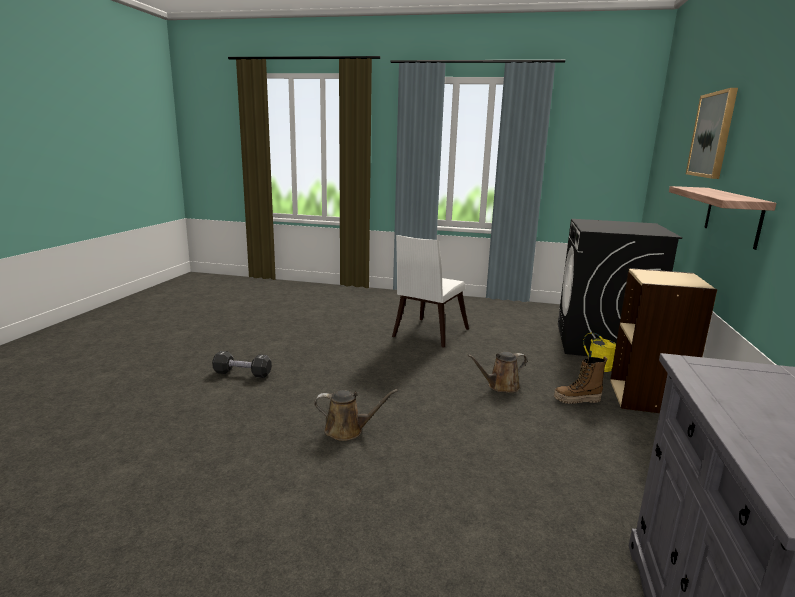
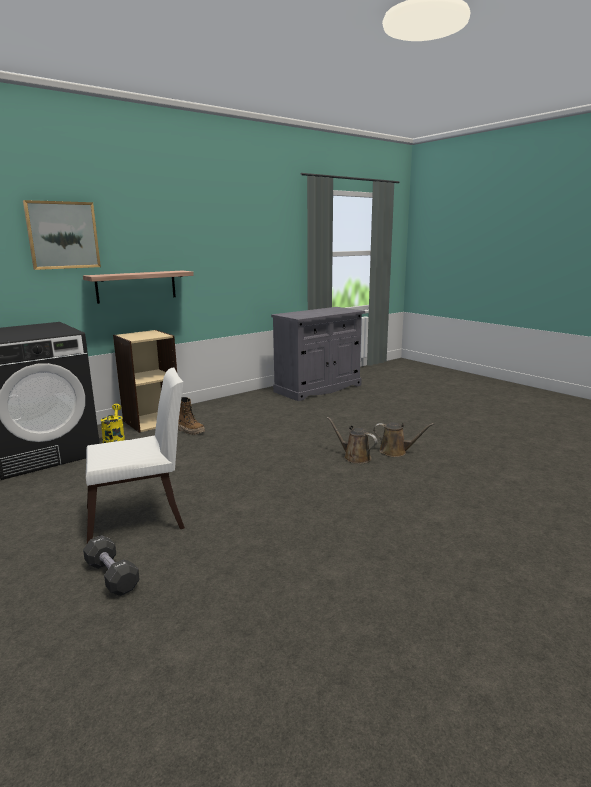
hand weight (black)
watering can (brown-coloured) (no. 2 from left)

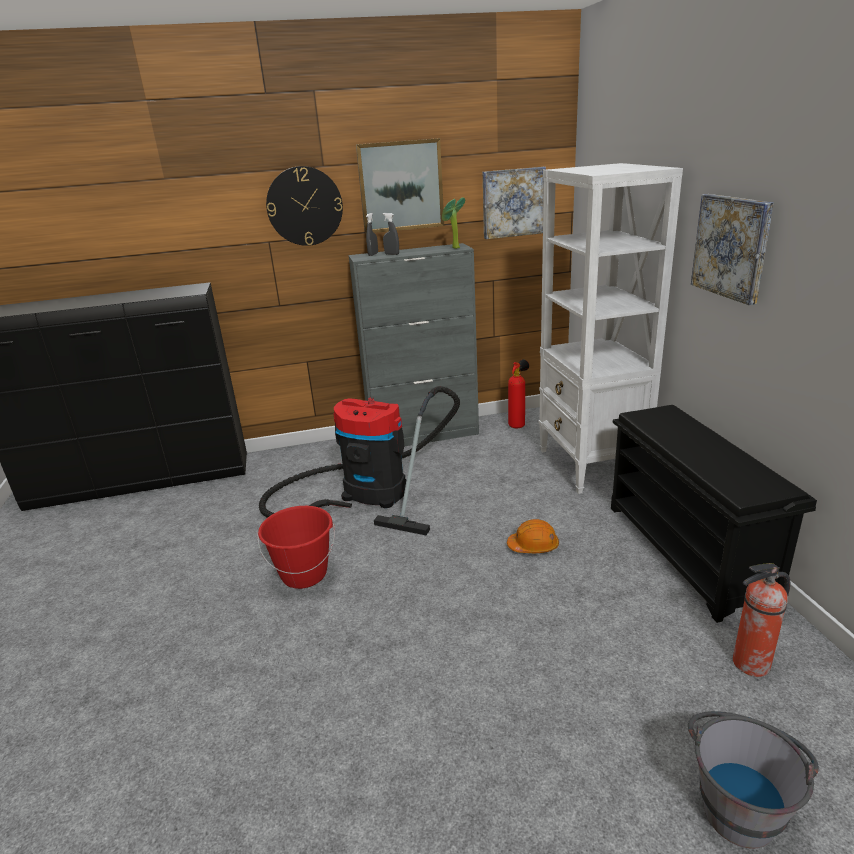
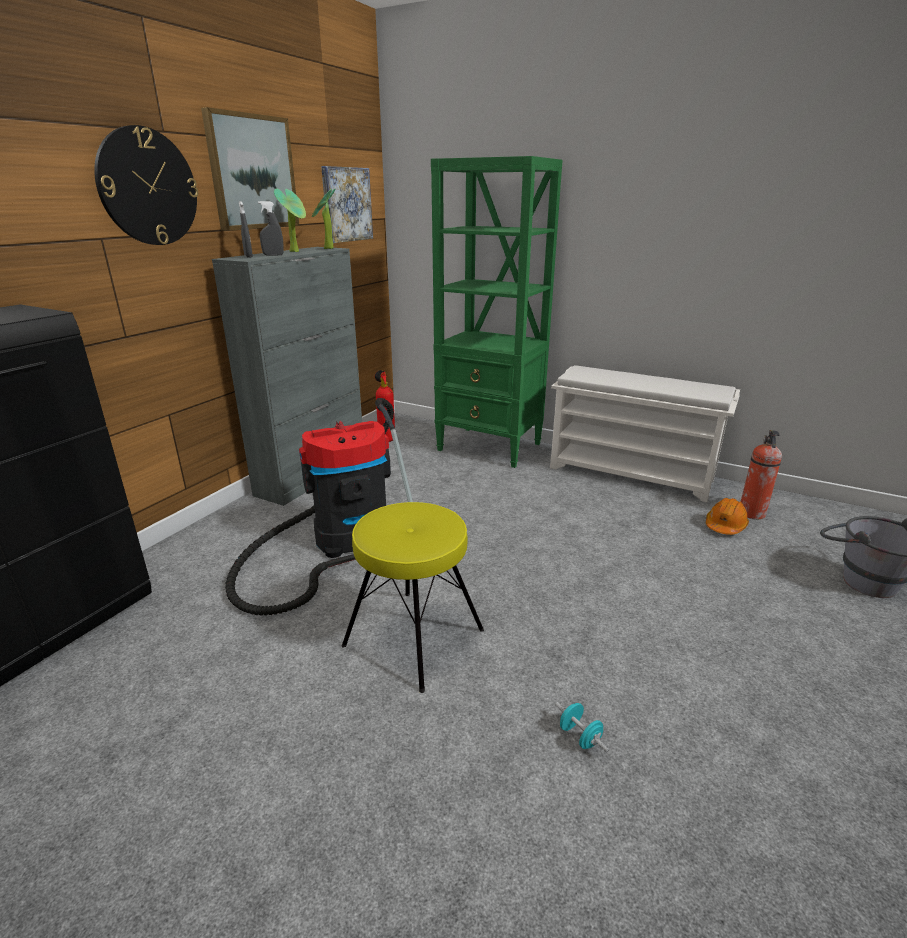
sitting stool (yellow-coloured)
hard hat (orangey)
bookshelf (green-coloured)
shoe stand (white)
picture (no. 3 from left in the first image)
potted plant (no. 1 from left)
hand weight (turquoise)

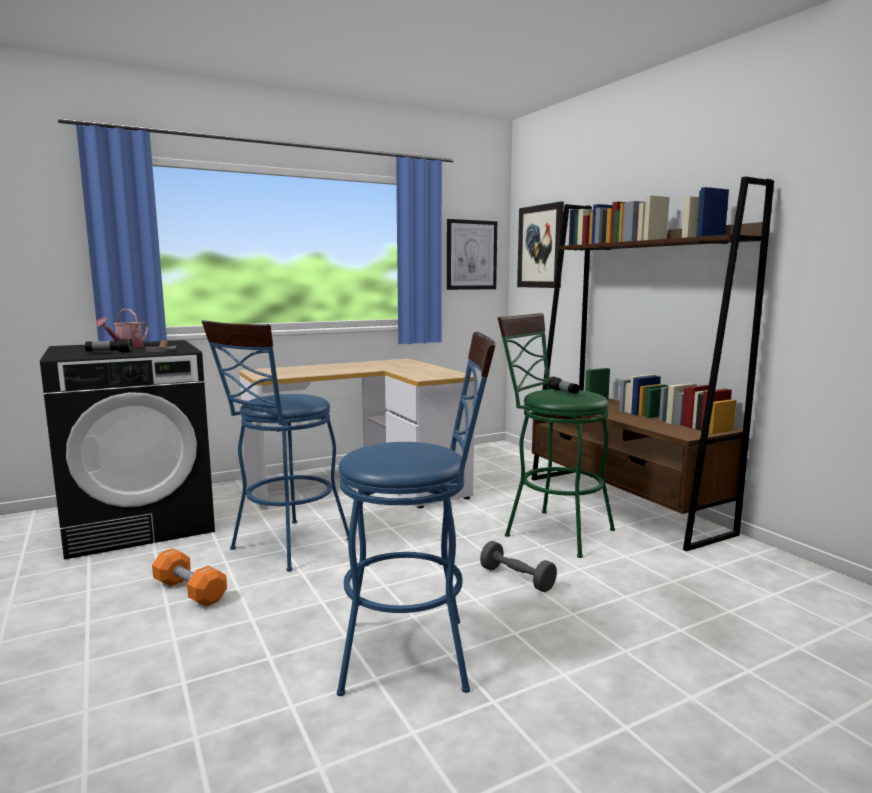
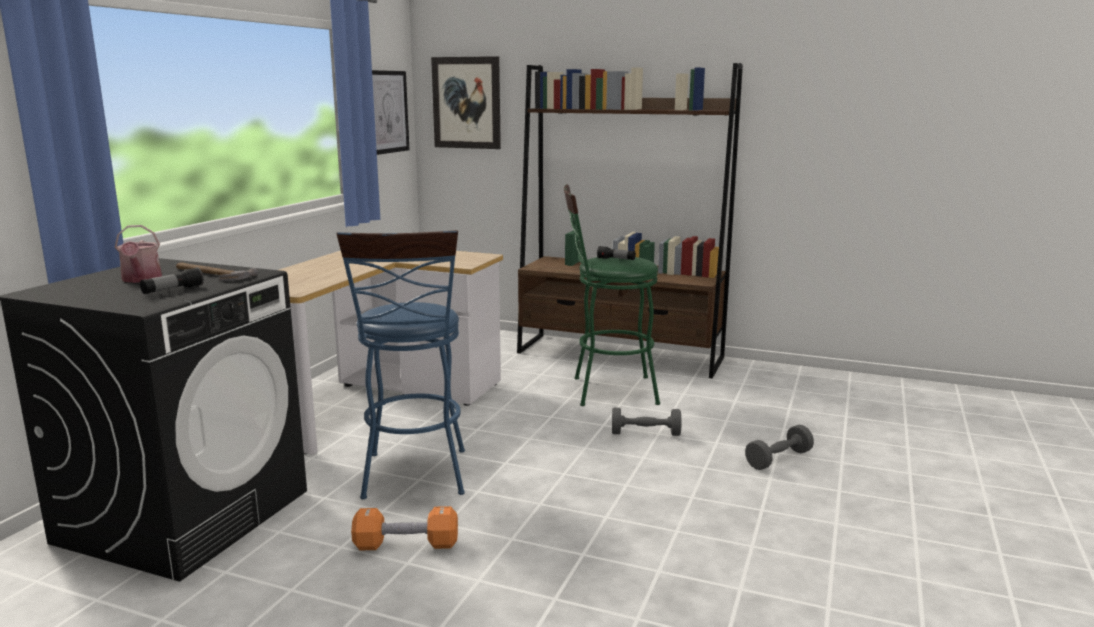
sitting stool (blue-coloured) (no. 2 from left in the first image)
hand weight (greyish) (no. 2 from left)

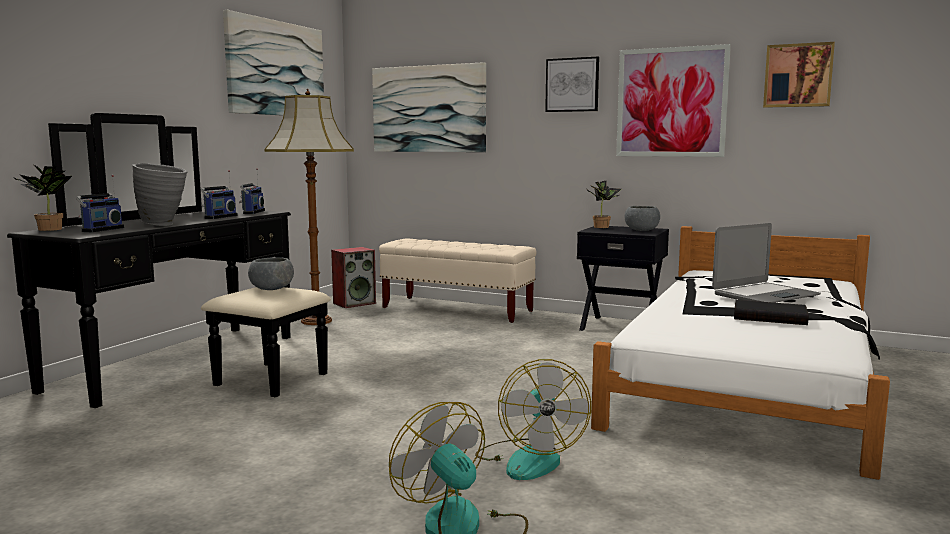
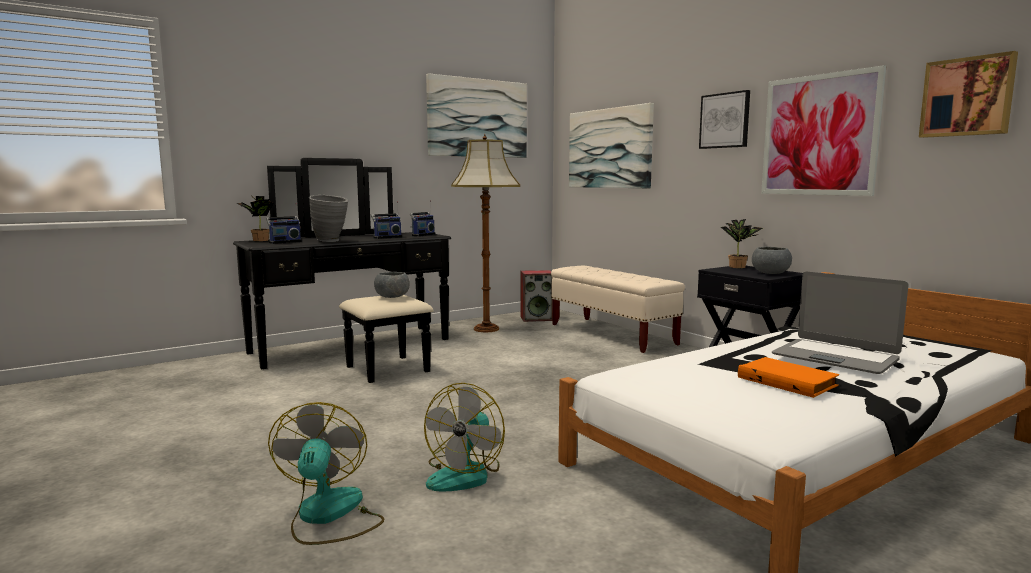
portable computer
volume (orangey)

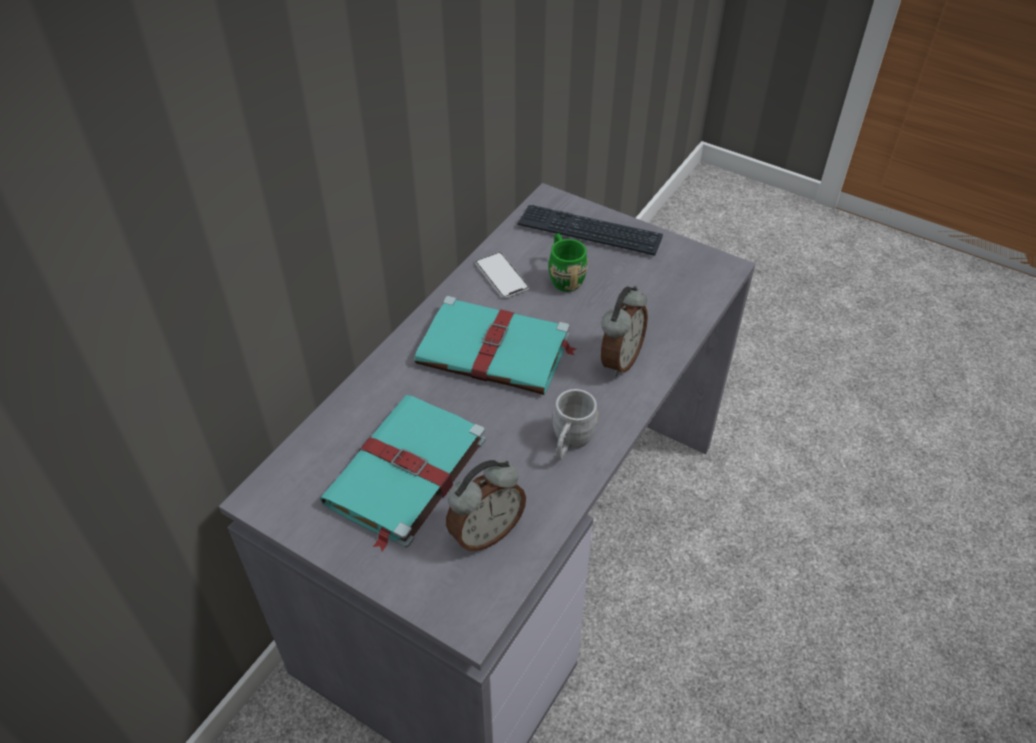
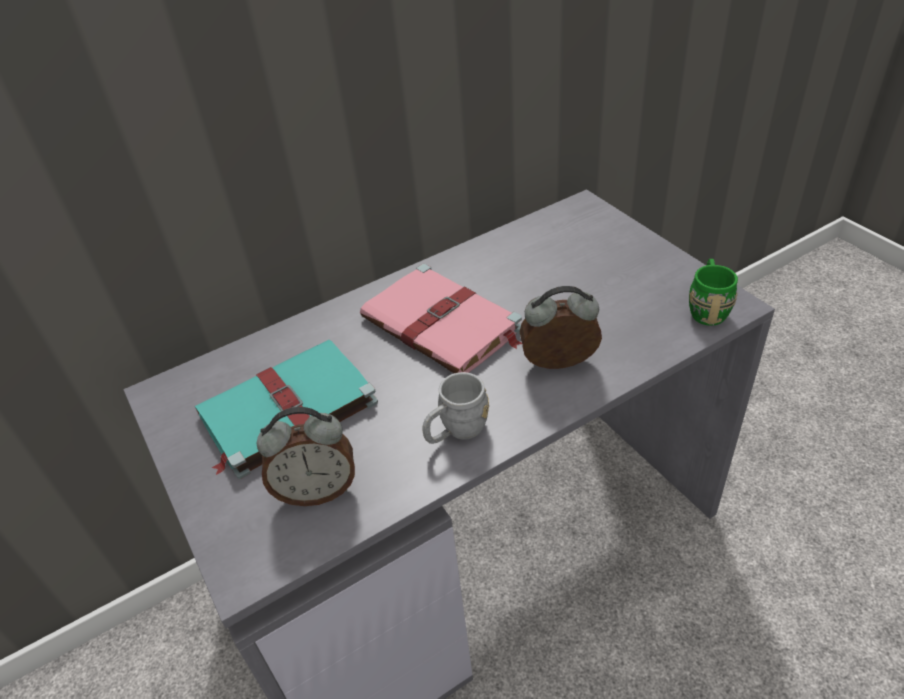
volume (pinkish)
phone
computer keyboard
tea mug (green-coloured)
table clock (no. 2 from left)

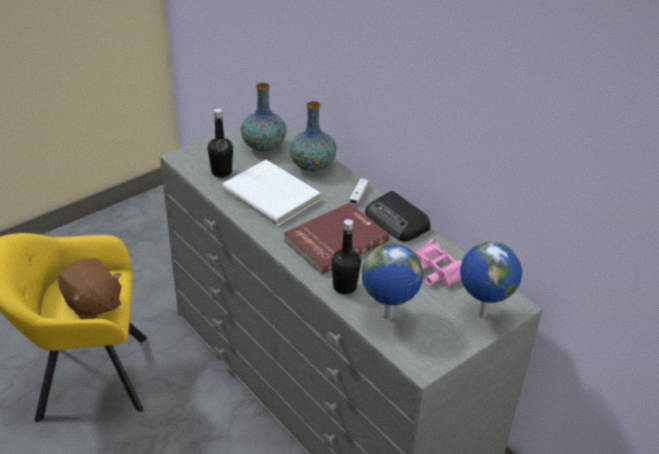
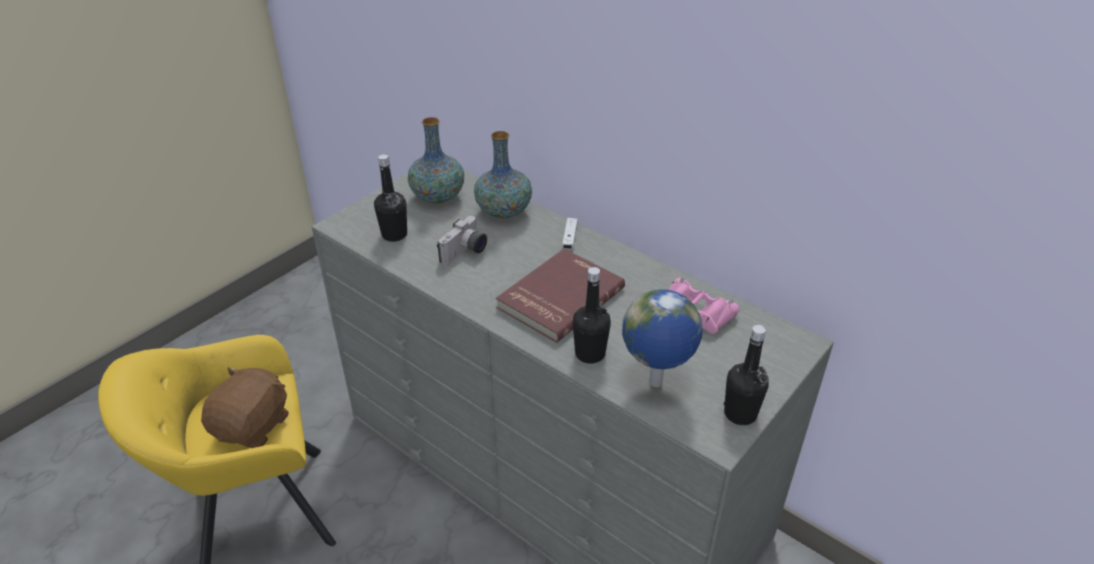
cuddly toy (brown-coloured)
still camera
radio
globe (no. 2 from left in the first image)
drink bottle (black) (no. 3 from left)

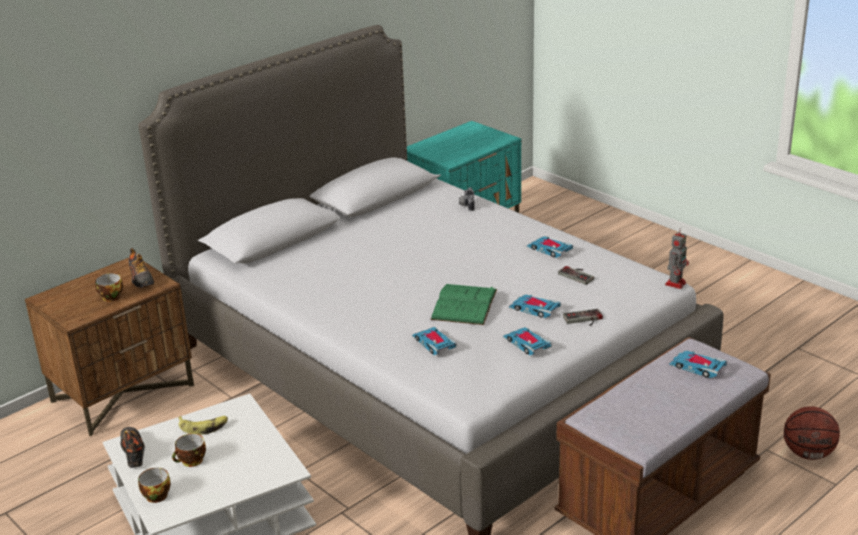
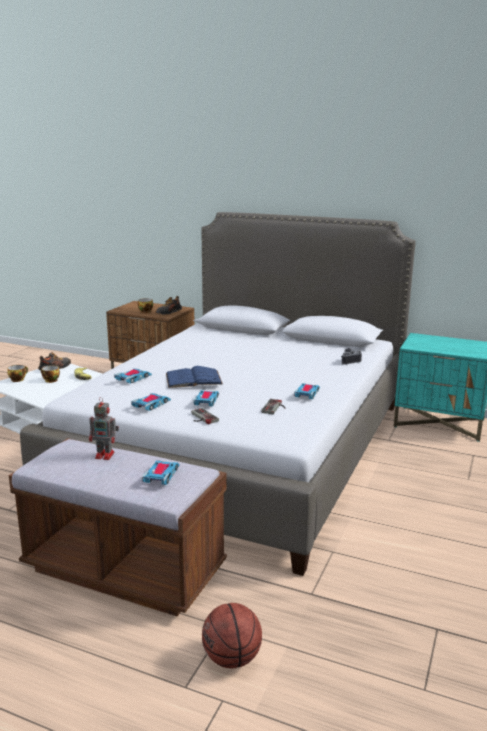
volume (blue-coloured)
toy robot

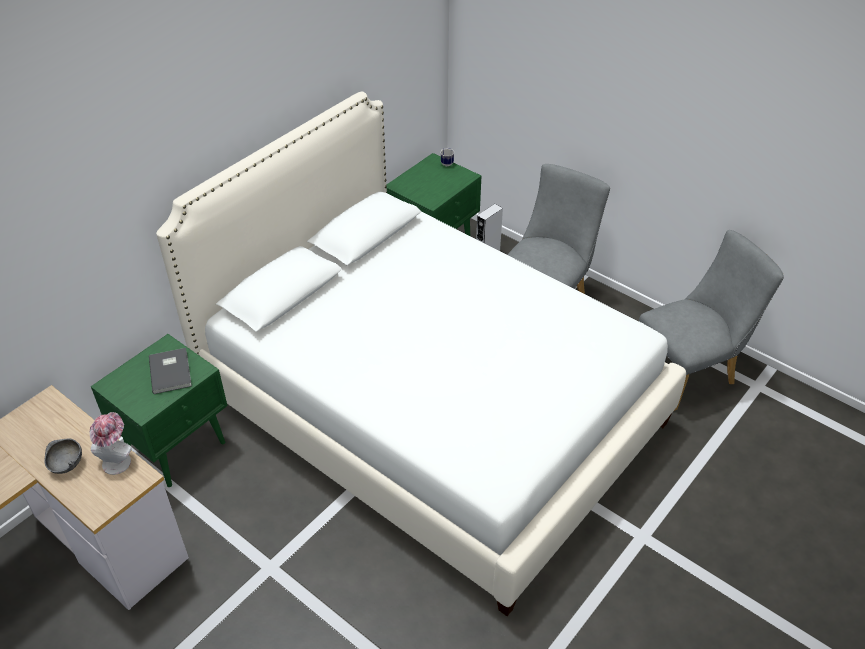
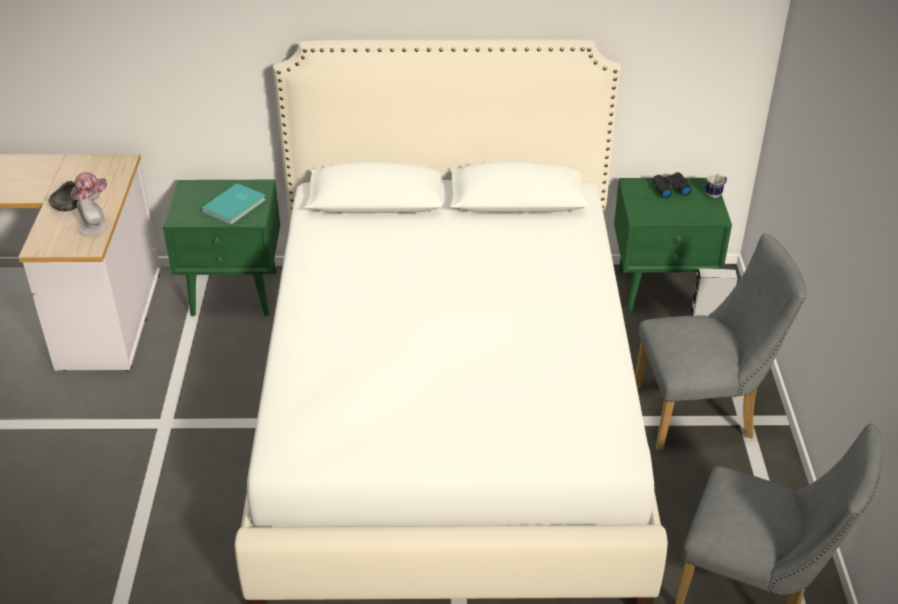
volume (turquoise)
field glasses (black)

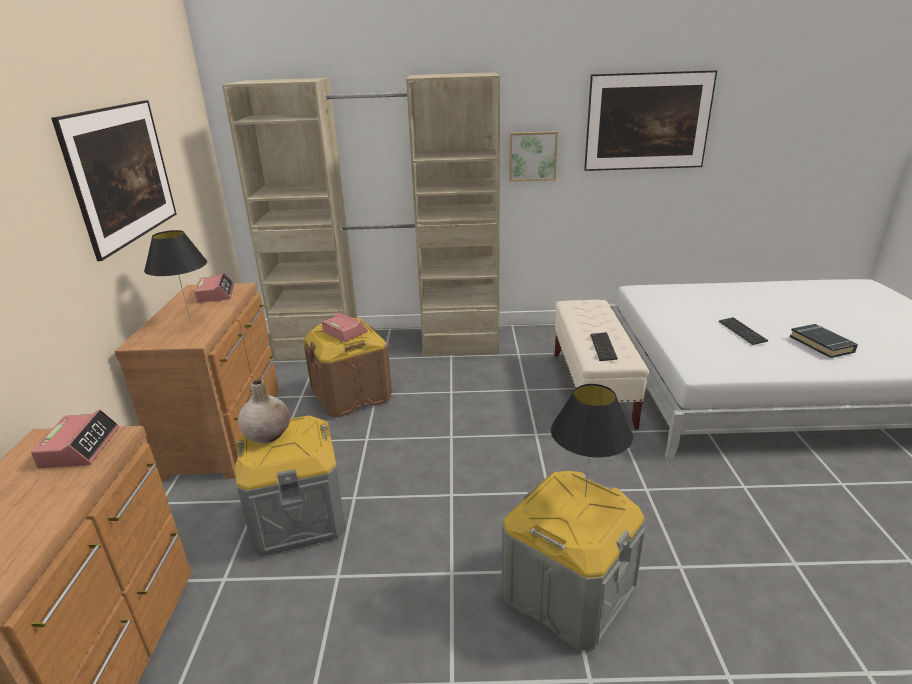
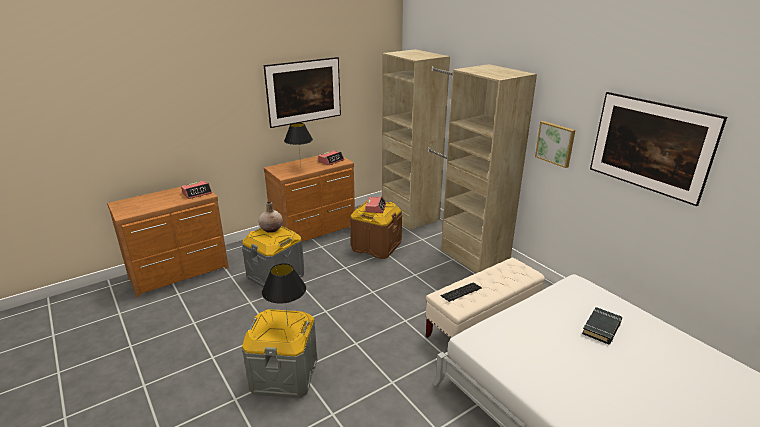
computer keyboard (no. 2 from left in the first image)
volume (black)

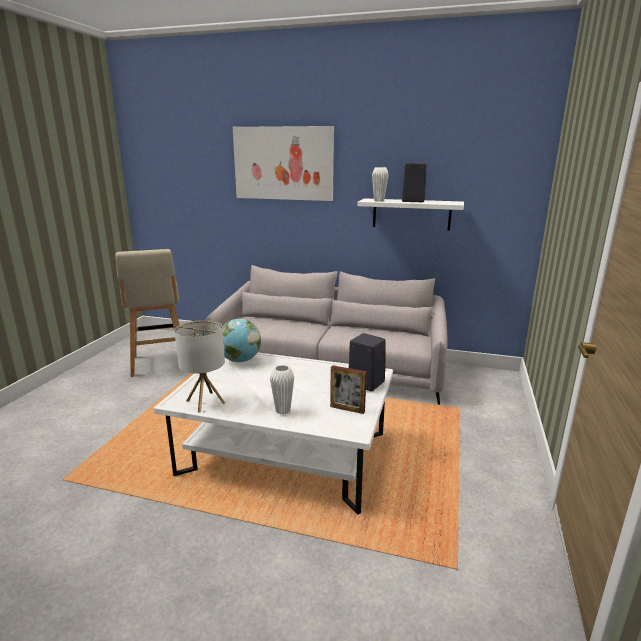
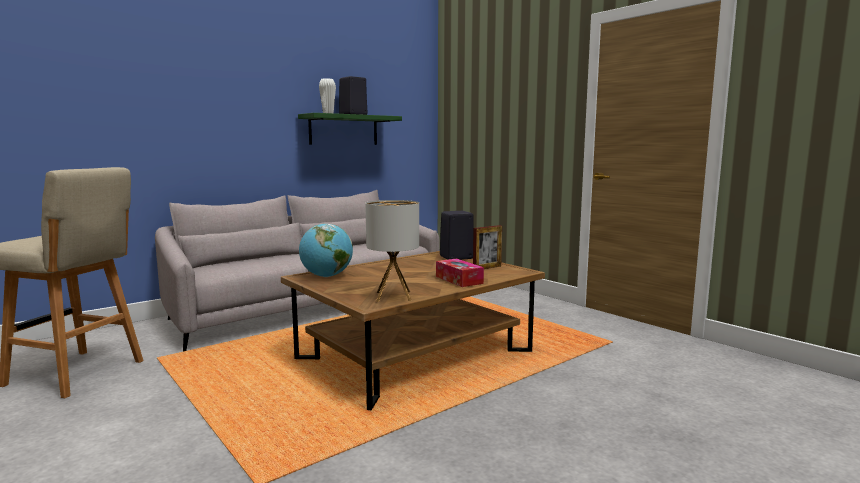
coffee table (brown-coloured)
picture
tissue box
bracket shelf (green-coloured)

